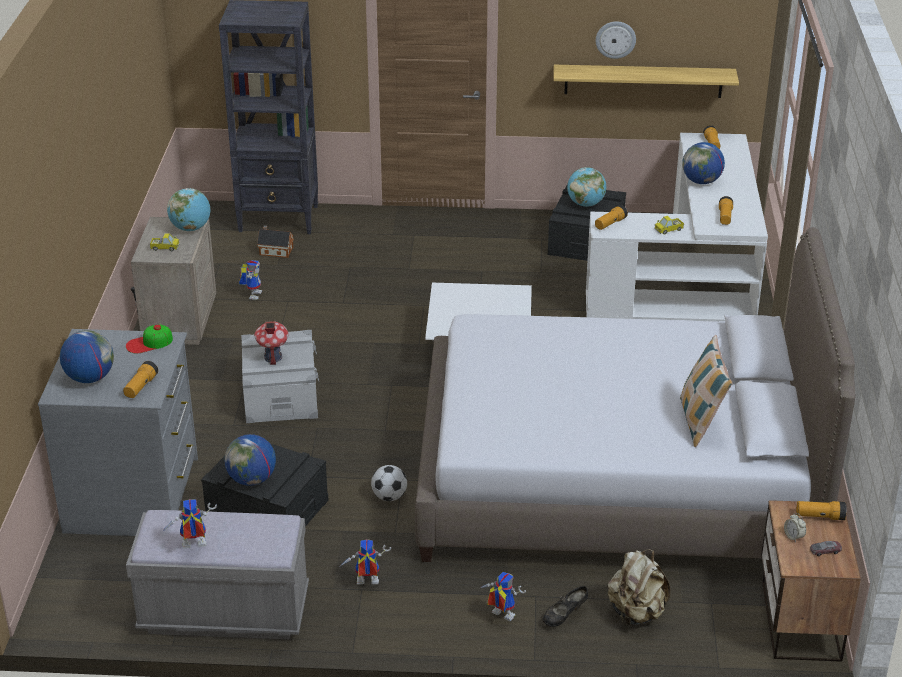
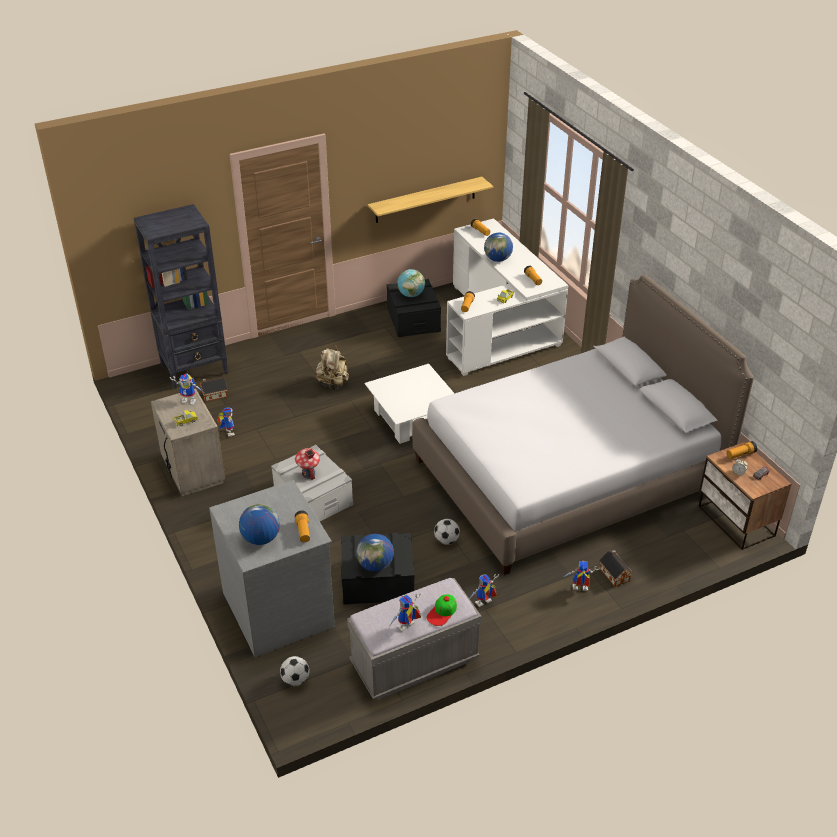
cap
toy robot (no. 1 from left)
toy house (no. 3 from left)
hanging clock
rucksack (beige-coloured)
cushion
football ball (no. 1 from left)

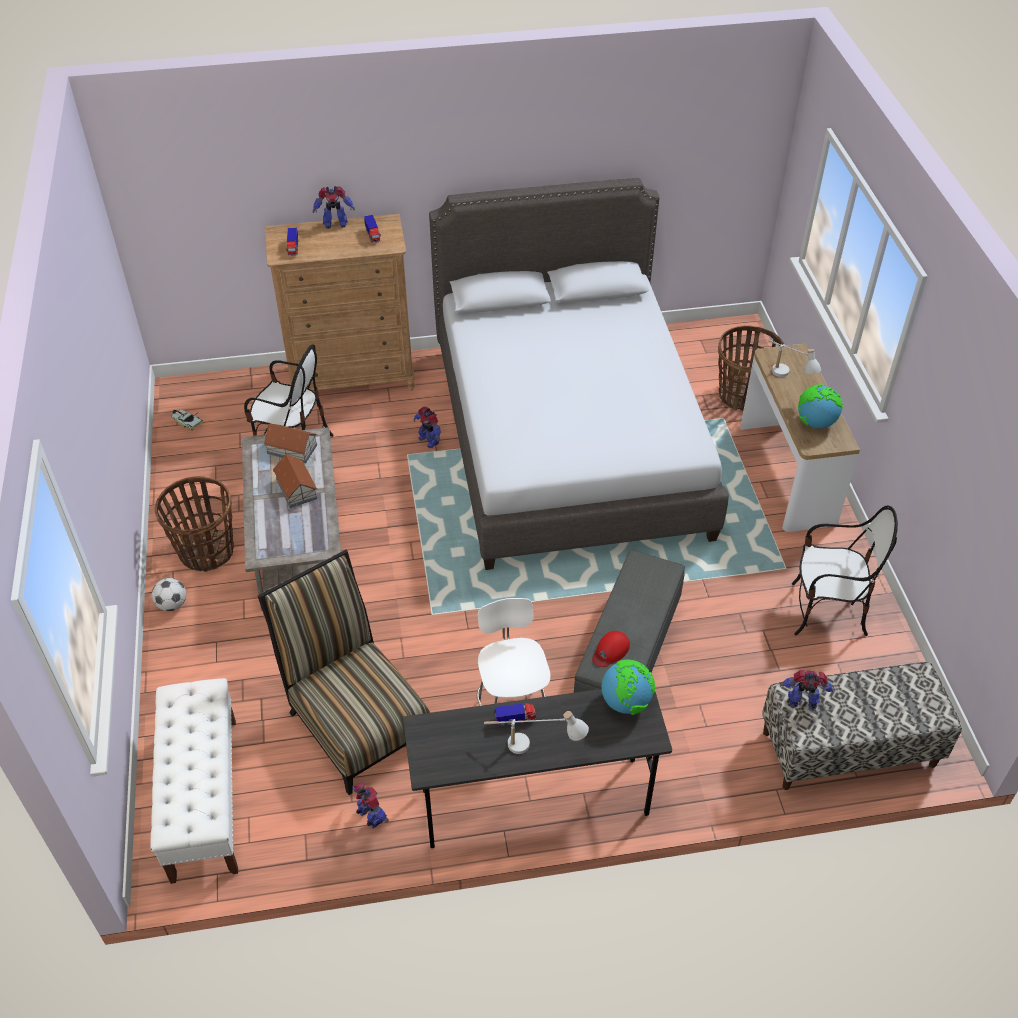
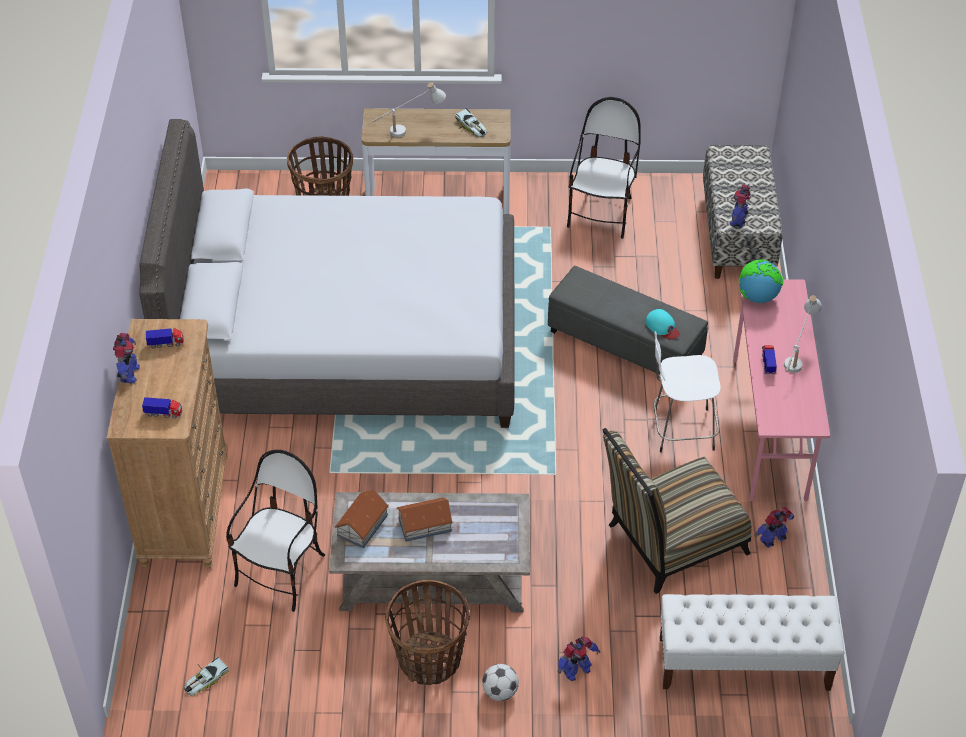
desk unit (pinkish)
toy robot (no. 2 from left)
cap (turquoise)
toy car (no. 2 from left)

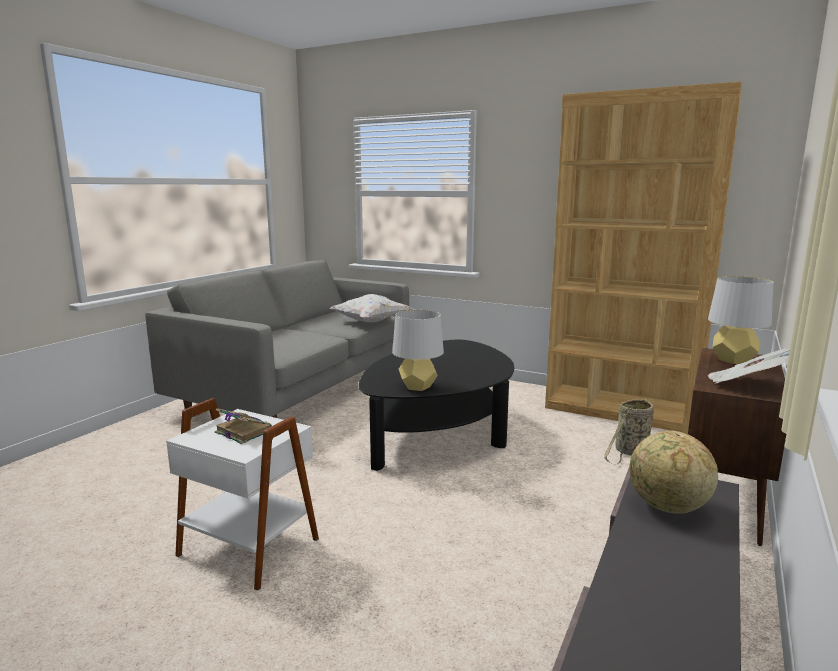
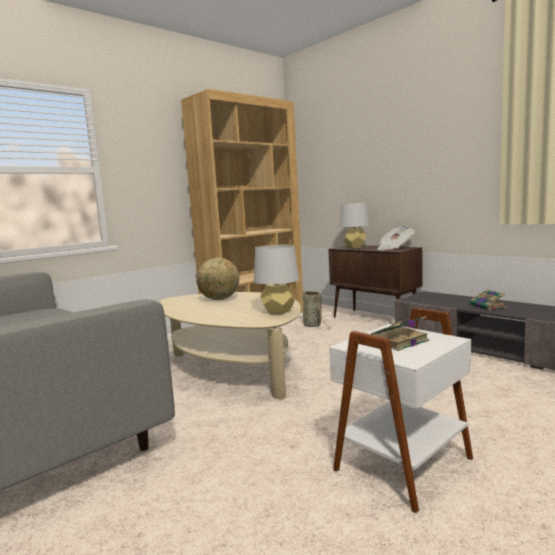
cushion (white)
coffee table (beige-coloured)
globe
volume (no. 2 from left)

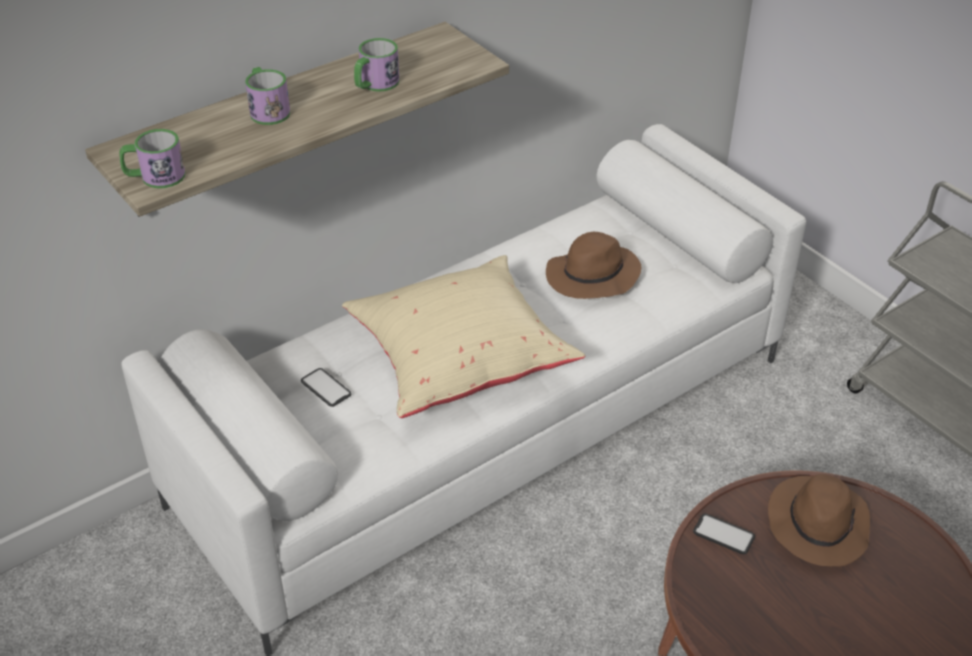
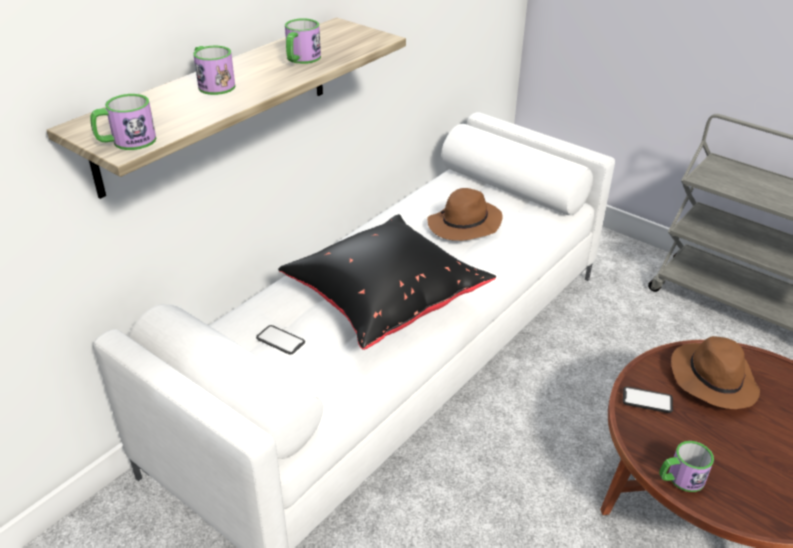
cushion (black)
tea mug (no. 4 from left)

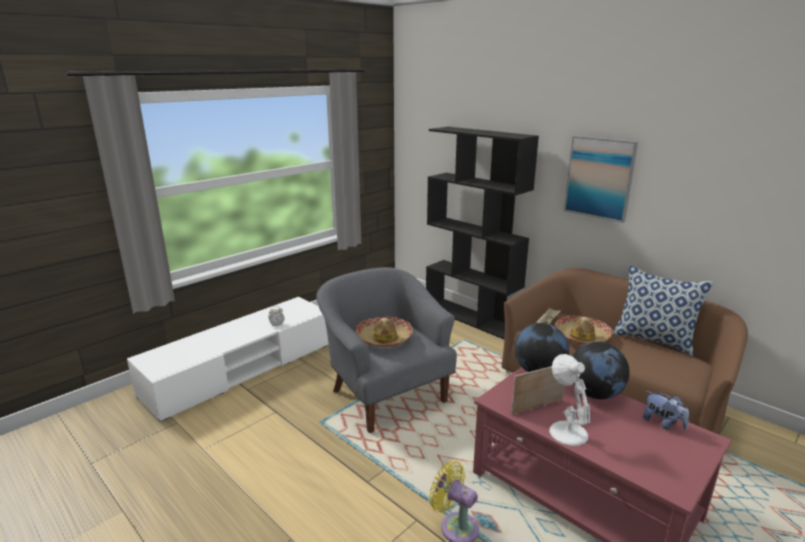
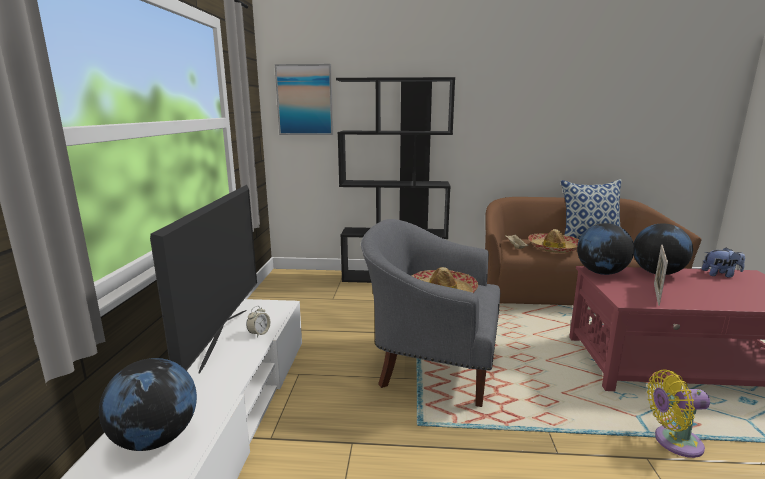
tabletop lamp (white)
picture
globe (no. 1 from left)
television

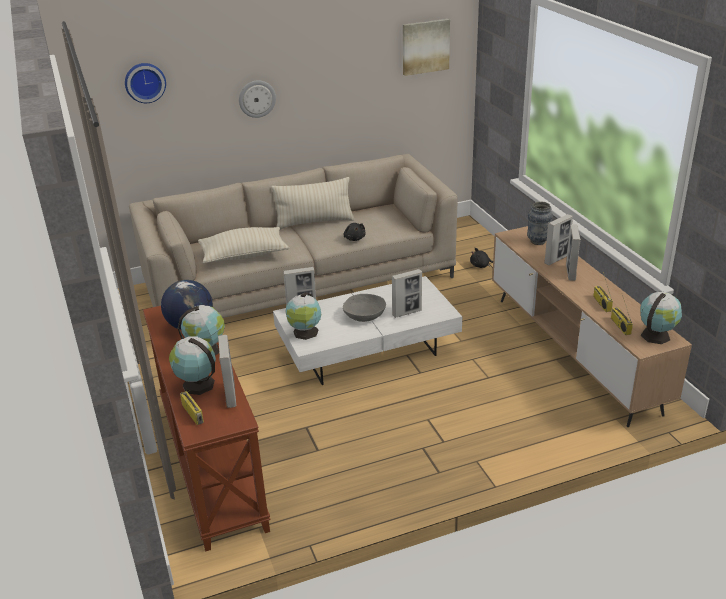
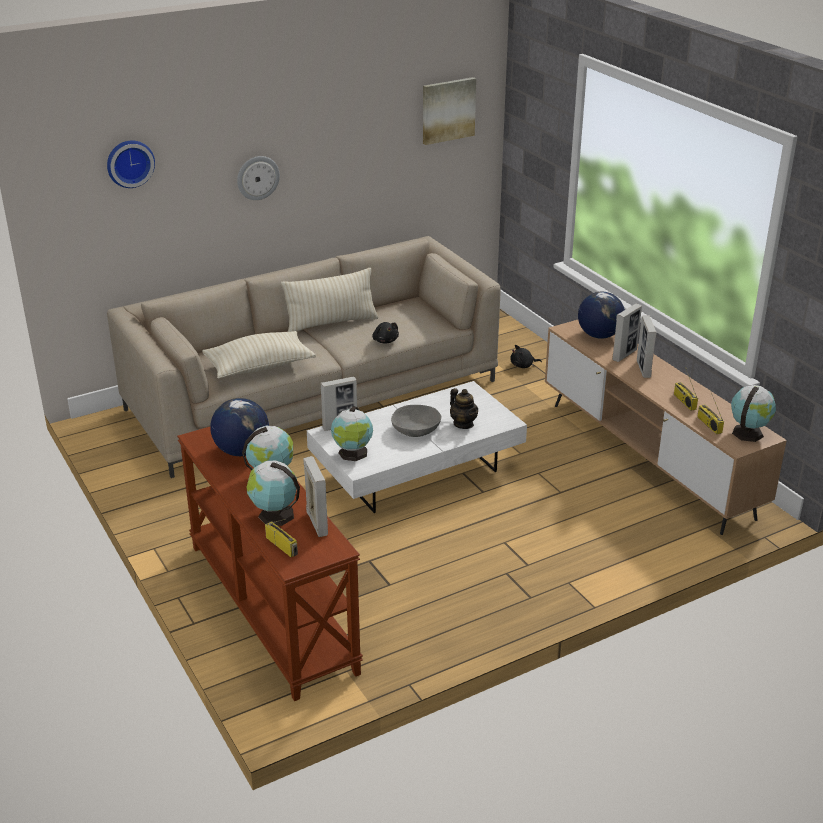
pot for tea
globe (no. 5 from left)

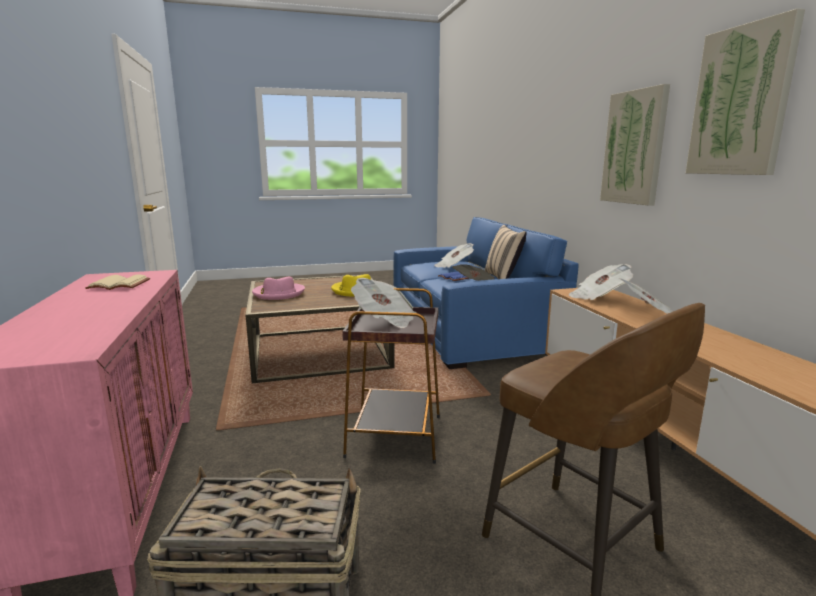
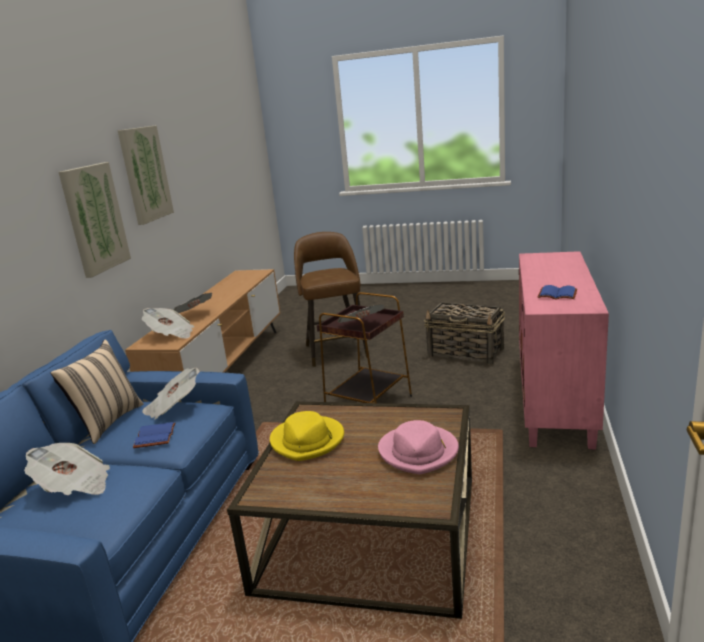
volume (blue-coloured) (no. 2 from left)

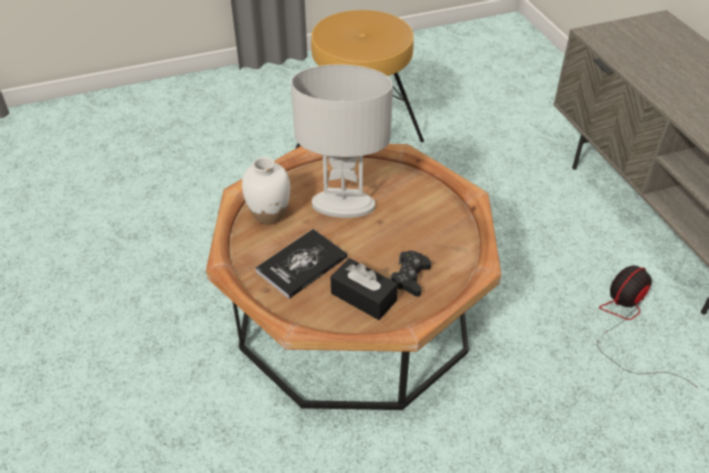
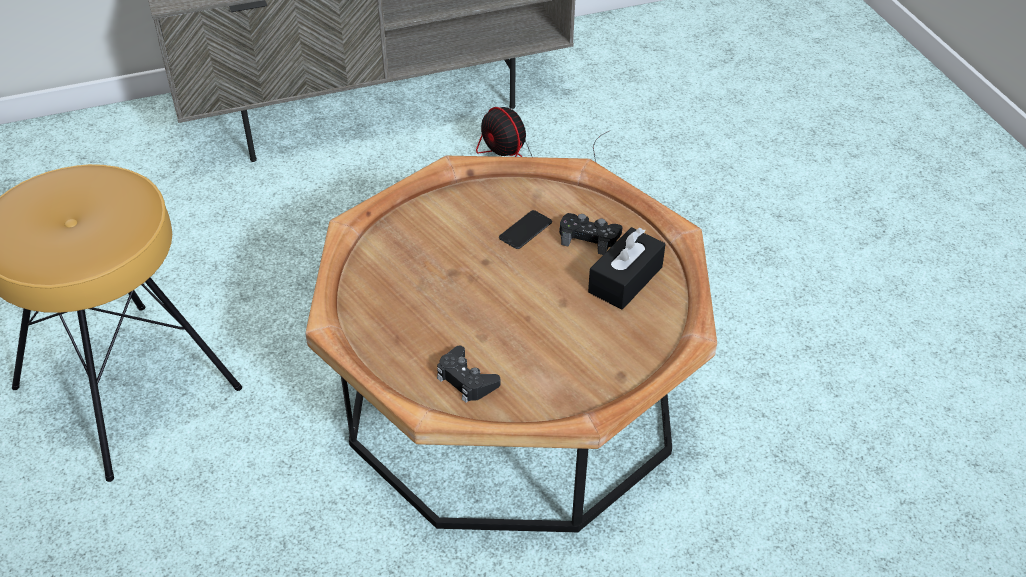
gamepad (black) (no. 1 from left)
volume
tabletop lamp (white)
phone

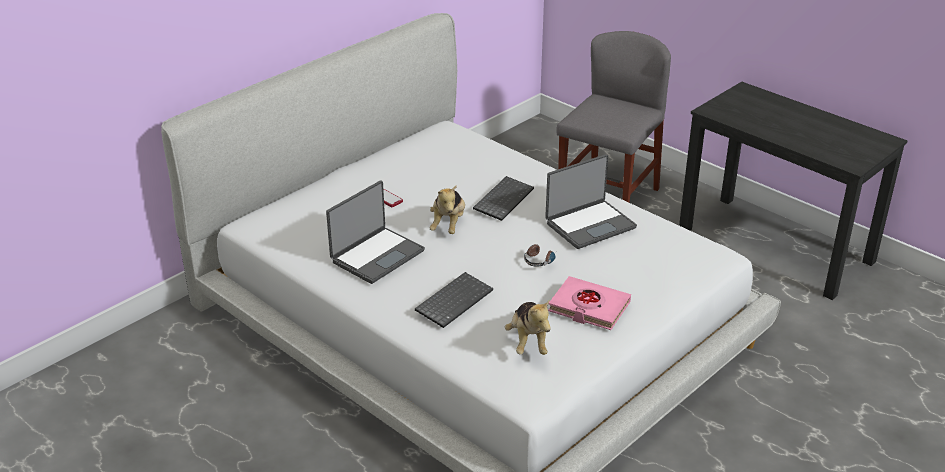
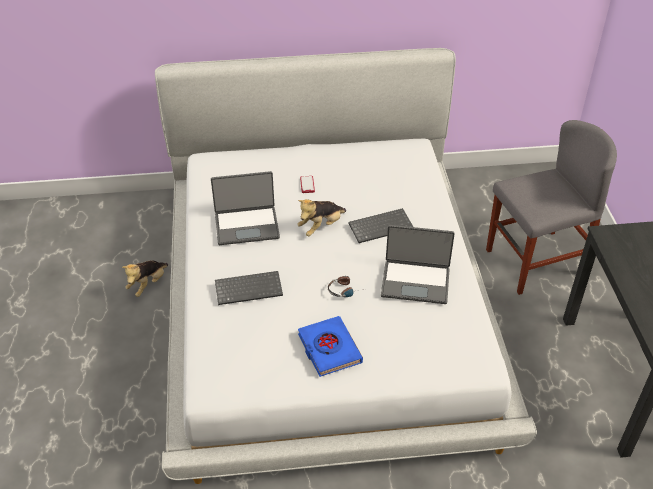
cuddly toy (no. 1 from left)
volume (blue-coloured)

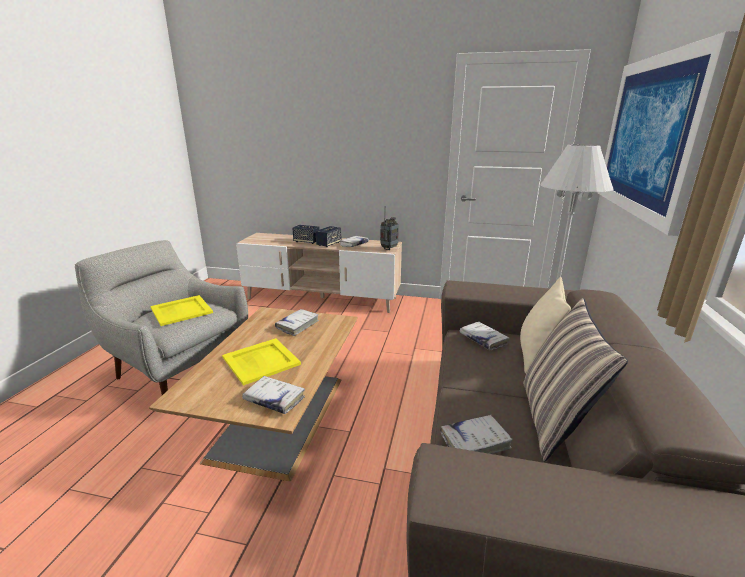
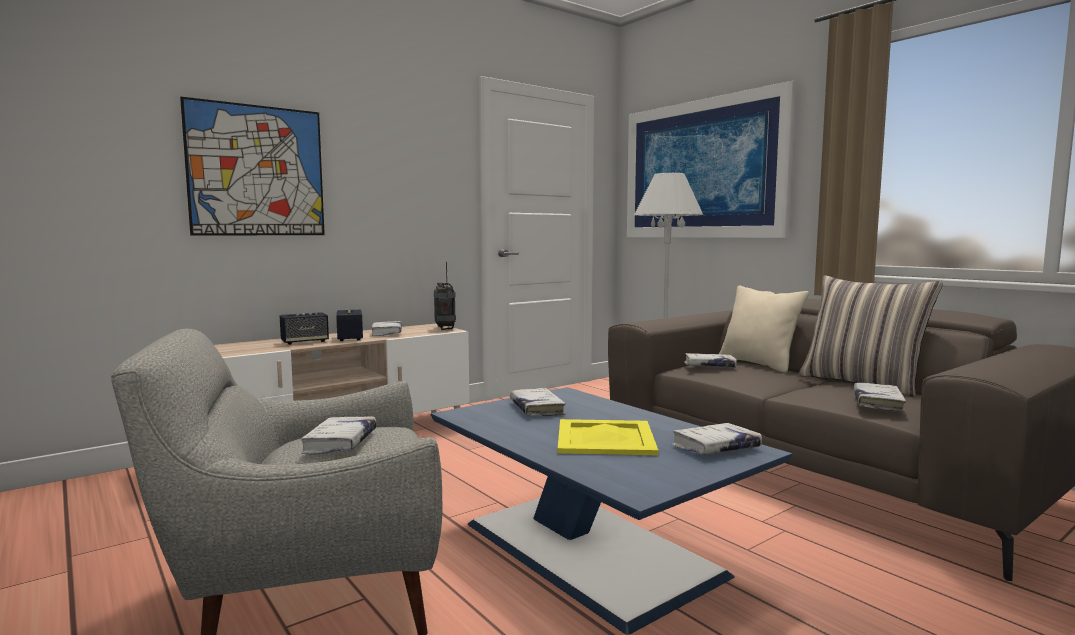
coffee table (blue-coloured)
volume (white) (no. 1 from left)
picture (no. 1 from left)

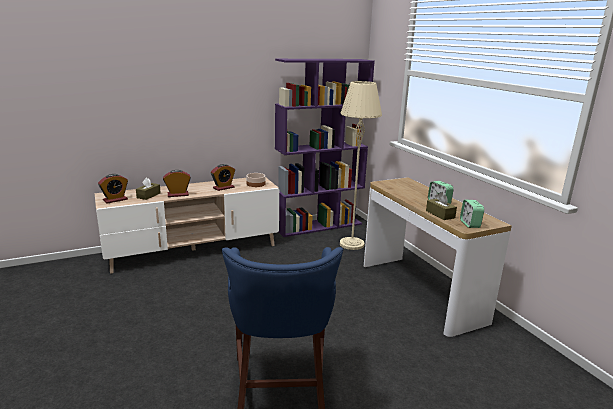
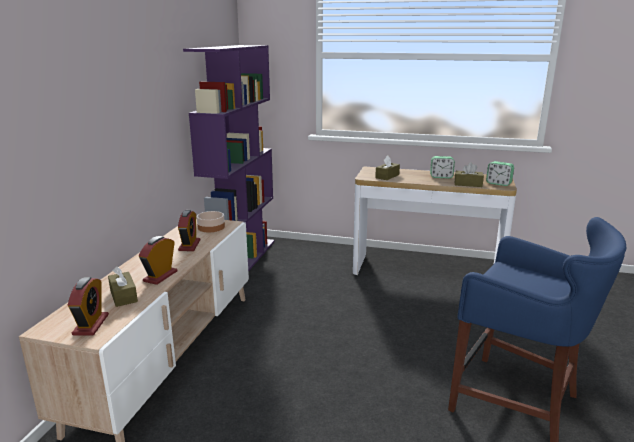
floor lamp (beige-coloured)
tissue box (brown-coloured) (no. 2 from left)

